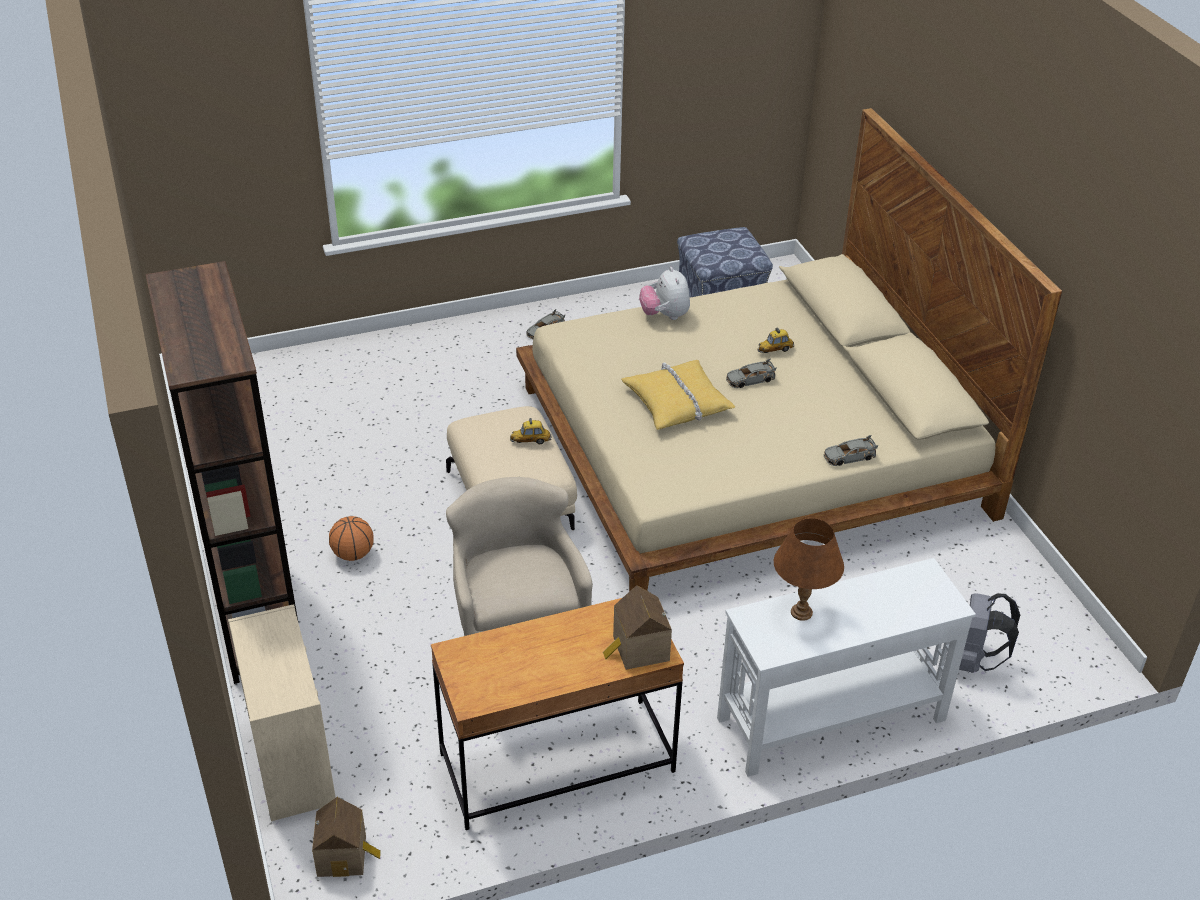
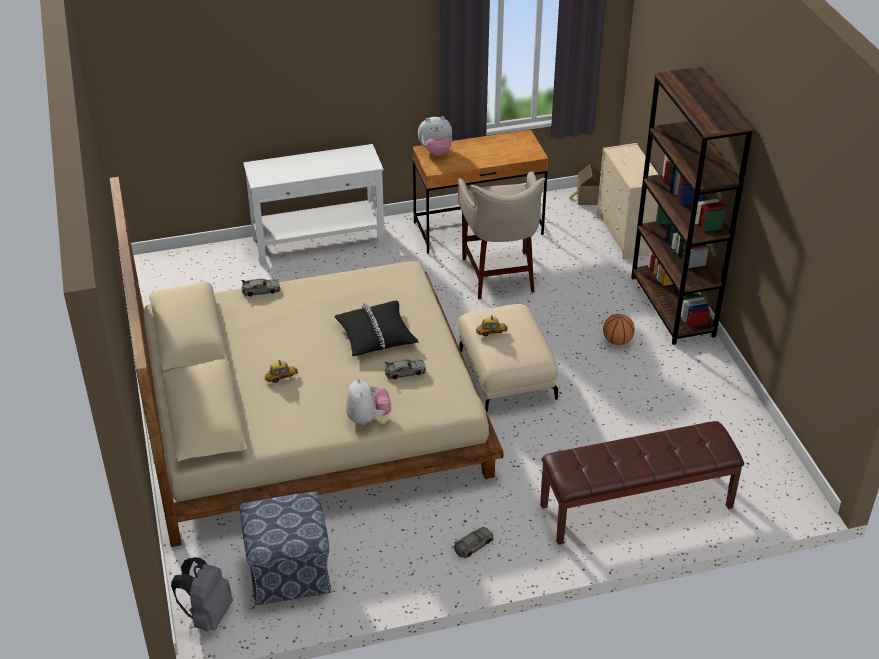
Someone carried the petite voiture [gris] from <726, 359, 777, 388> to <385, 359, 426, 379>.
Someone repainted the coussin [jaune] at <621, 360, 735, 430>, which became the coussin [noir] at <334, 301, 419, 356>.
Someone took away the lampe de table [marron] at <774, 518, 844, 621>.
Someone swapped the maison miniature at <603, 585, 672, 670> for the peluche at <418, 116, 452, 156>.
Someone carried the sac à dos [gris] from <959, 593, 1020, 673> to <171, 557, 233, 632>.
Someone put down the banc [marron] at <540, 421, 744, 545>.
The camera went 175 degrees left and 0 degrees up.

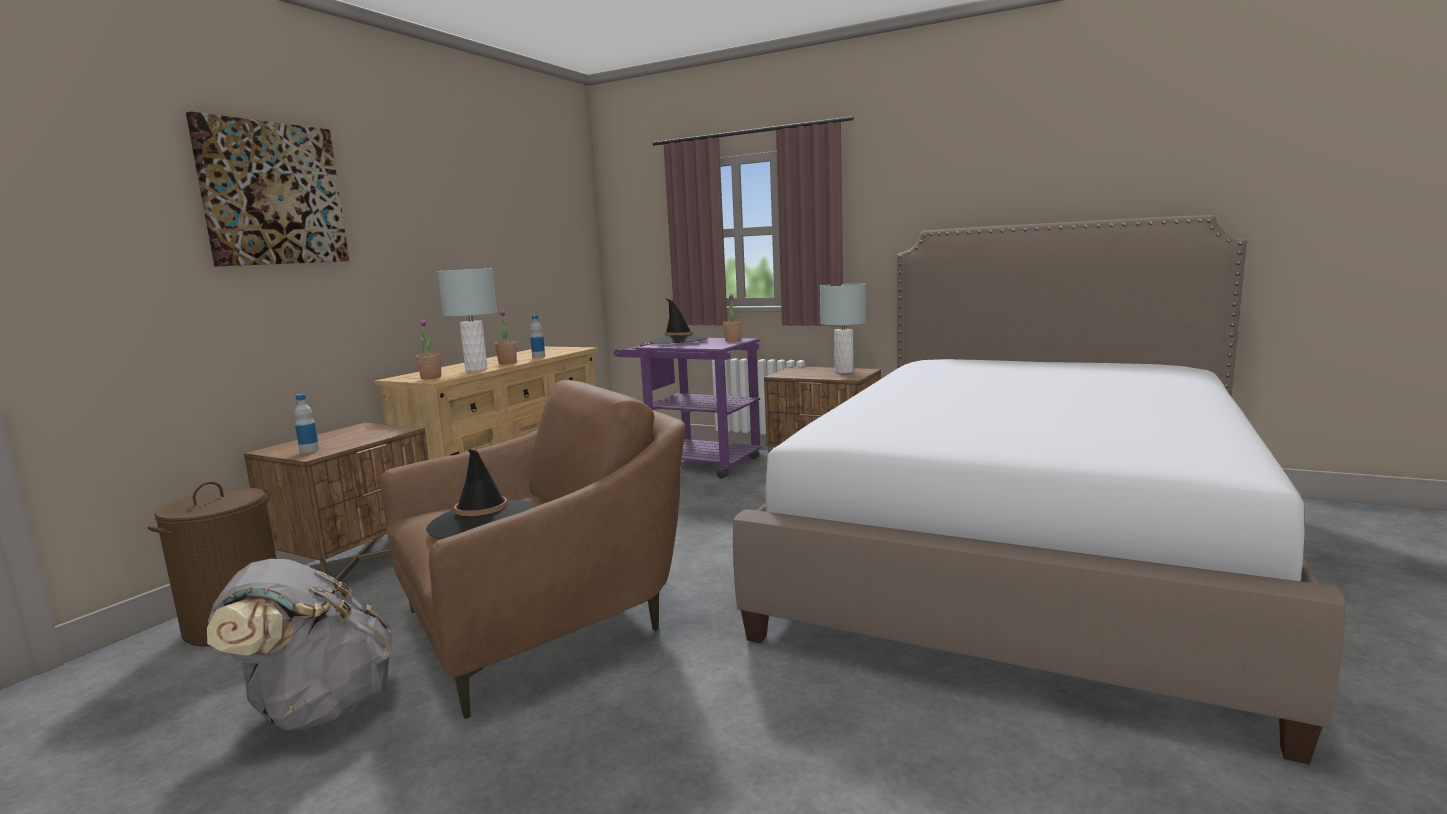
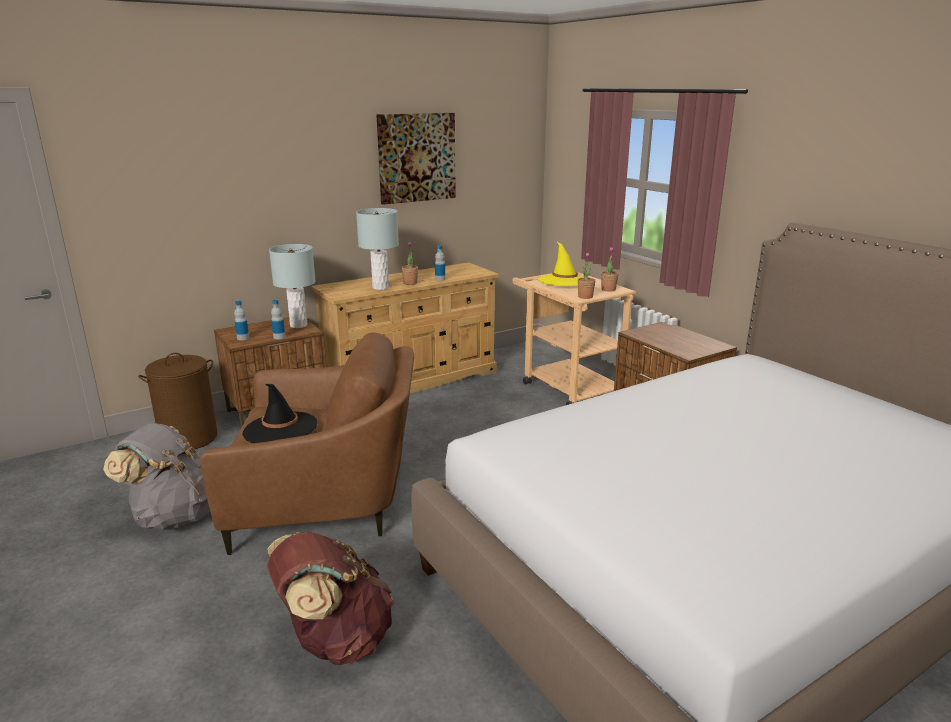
Someone carried the tableau from <186, 112, 349, 267> to <376, 113, 456, 205>.
Someone carried the lampe de table [gris] from <820, 283, 866, 373> to <269, 244, 316, 328>.
Someone repainted the chapeau [noir] at <650, 298, 708, 344>, which became the chapeau [jaune] at <538, 242, 583, 286>.
Someone carried the plante en pot from <416, 319, 441, 379> to <578, 253, 596, 299>.
Someone repainted the chariot [violet] at <614, 338, 762, 479>, which became the chariot [beige] at <513, 273, 636, 405>.
Someone put down the bouteille at <271, 300, 285, 339>.
Someone put down the sac à dos [marron] at <267, 532, 394, 665>.
The camera went 30 degrees right and 10 degrees up.

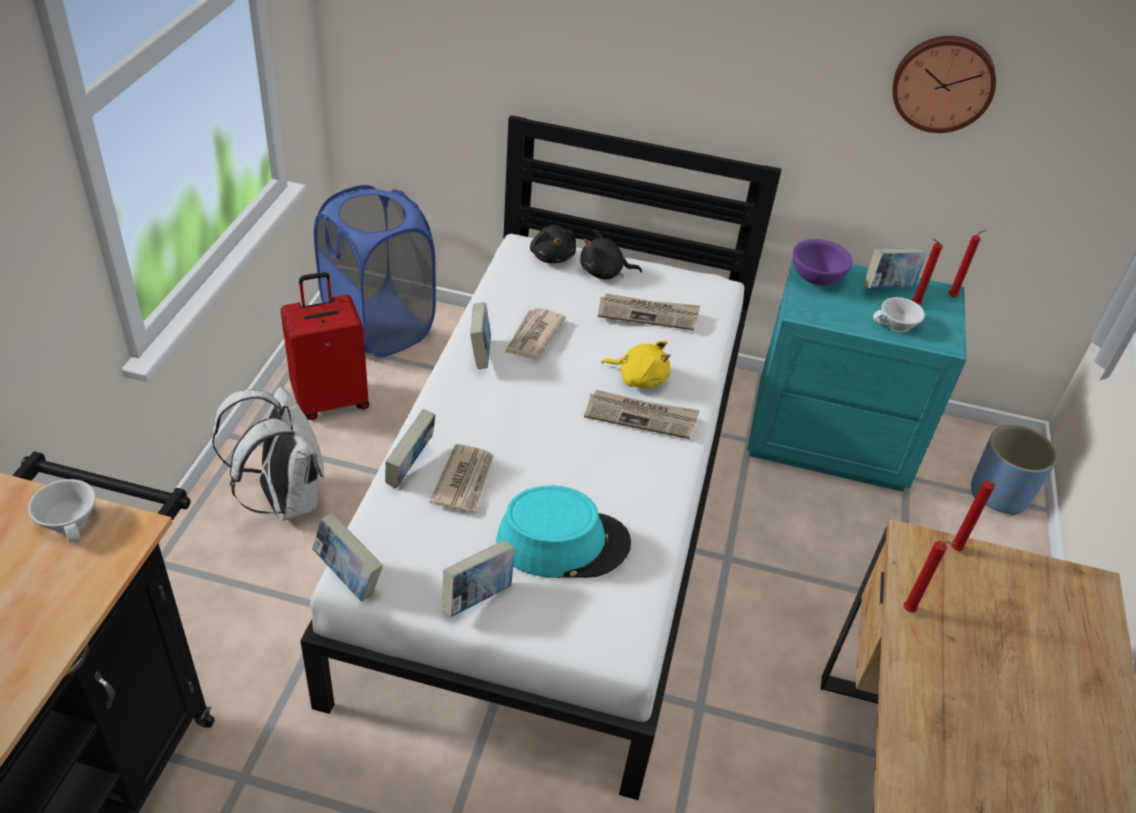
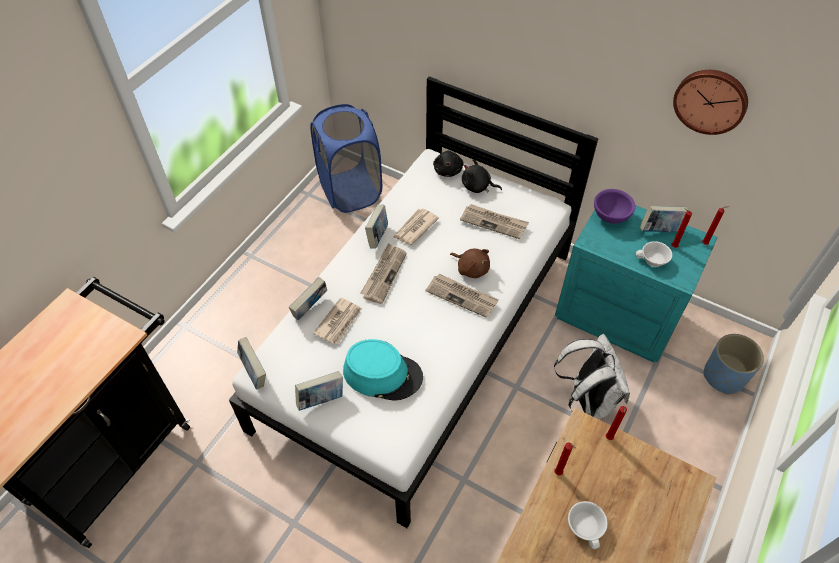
Someone took away the valise [rouge] at <280, 272, 369, 420>.
Someone repainted the peluche [jaune] at <601, 341, 671, 388>, which became the peluche [marron] at <450, 249, 490, 278>.
Someone carried the sac à dos [blanc] from <212, 387, 324, 521> to <554, 334, 630, 419>.
Someone carried the tasse [blanc] from <28, 479, 96, 543> to <568, 501, 608, 549>.
Someone put down the journal at <361, 243, 407, 304>.
The camera went 20 degrees right and 10 degrees up.

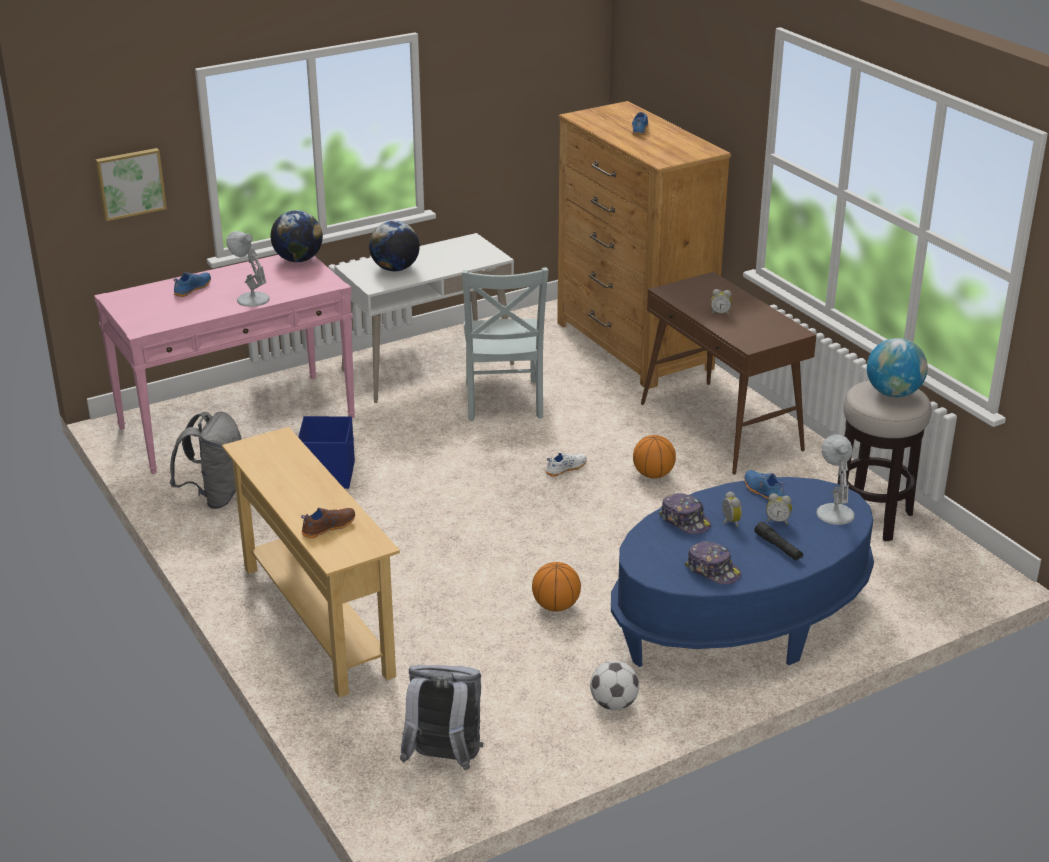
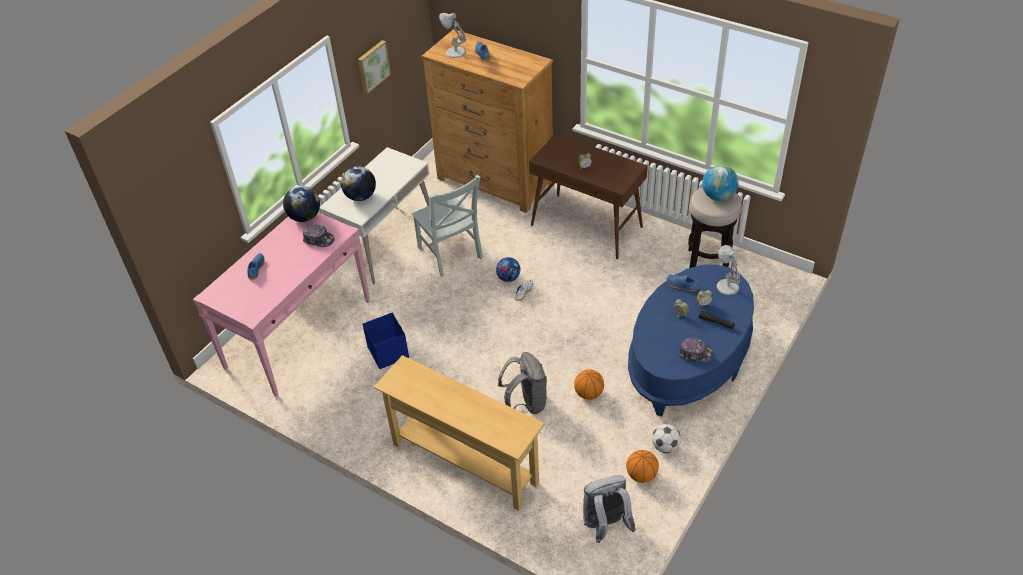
Someone carried the tableau from <95, 148, 167, 221> to <358, 40, 391, 94>.
Someone carried the lampe de table [blanc] from <226, 231, 270, 307> to <439, 13, 466, 58>.
Someone carried the sac à dos [gris] from <170, 411, 242, 509> to <498, 352, 547, 414>.
Someone carried the ballon de basket from <633, 435, 676, 479> to <626, 450, 659, 483>.
Someone carried the casquette from <659, 493, 711, 534> to <303, 224, 335, 247>.
Someone took away the chaussure [marron] at <301, 508, 355, 538>.
Someone put down the ballon de foot at <496, 257, 520, 282>.
The camera went 25 degrees left and 15 degrees up.

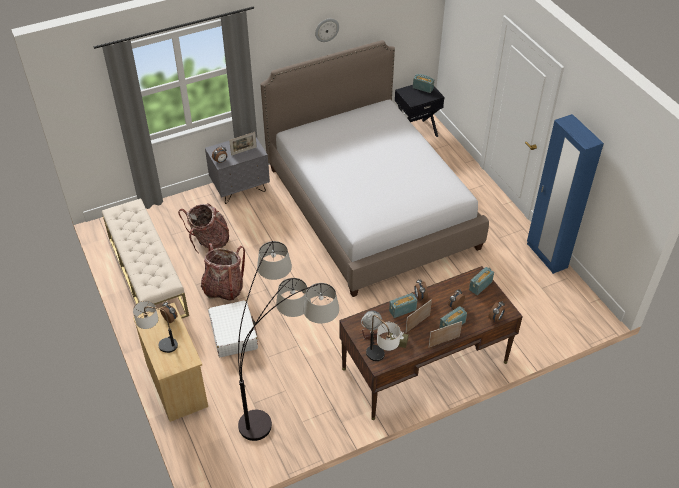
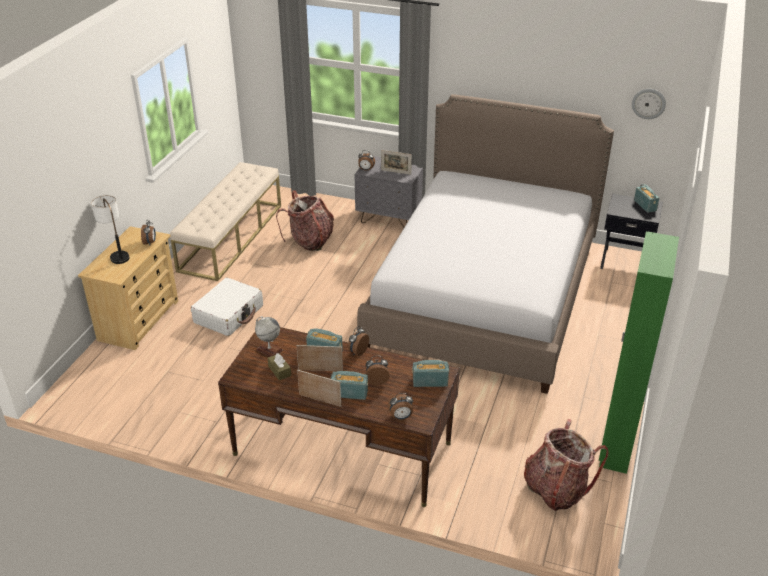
Someone carried the horloge murale from <315, 19, 339, 42> to <632, 89, 666, 119>.
Someone repainted the armoire [bleu] at <527, 114, 604, 274>, which became the armoire [vert] at <599, 232, 679, 474>.
Someone took away the lampadaire at <238, 241, 339, 441>.
Someone carried the sac à dos from <201, 243, 245, 301> to <524, 419, 608, 511>.
Someone took away the lampe de table at <366, 315, 401, 361>.
The camera went 45 degrees right and 10 degrees down.

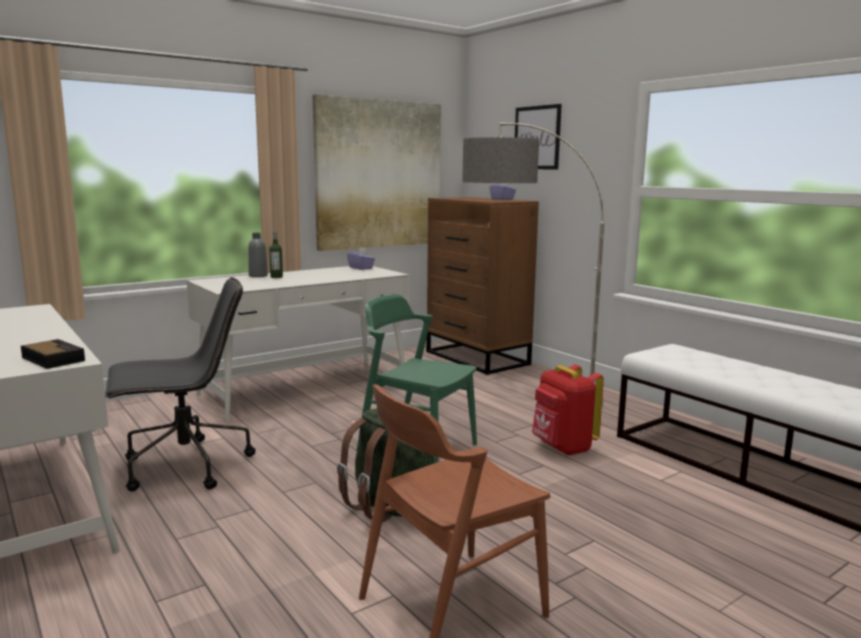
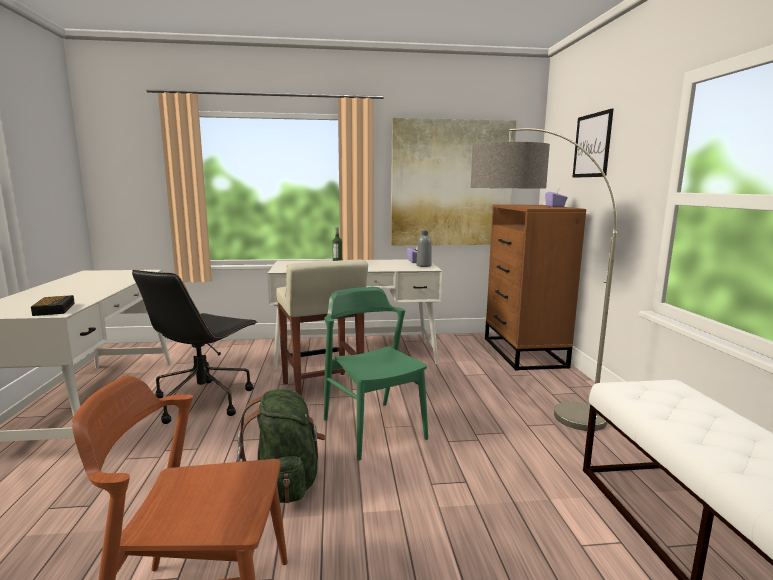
Someone carried the bouteille [gris] from <248, 233, 268, 277> to <417, 231, 432, 267>.
Someone rotated the chaise de bureau [noir] at <105, 277, 256, 492> by 105 degrees clockwise.
Someone took away the sac à dos [rouge] at <532, 364, 604, 456>.
Someone put down the tabouret [beige] at <276, 259, 368, 396>.
The camera went 30 degrees right and 0 degrees up.

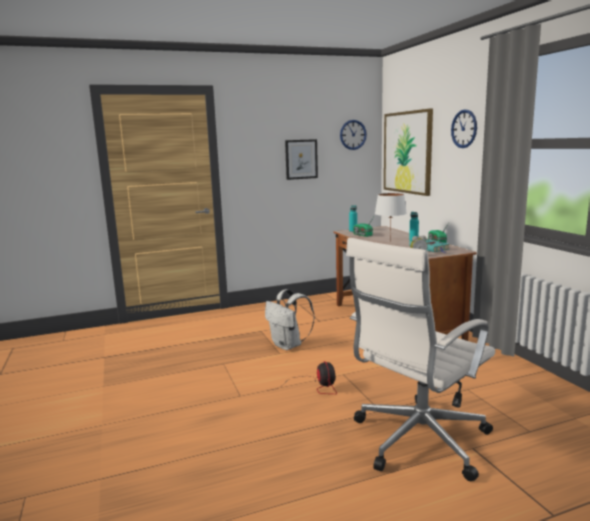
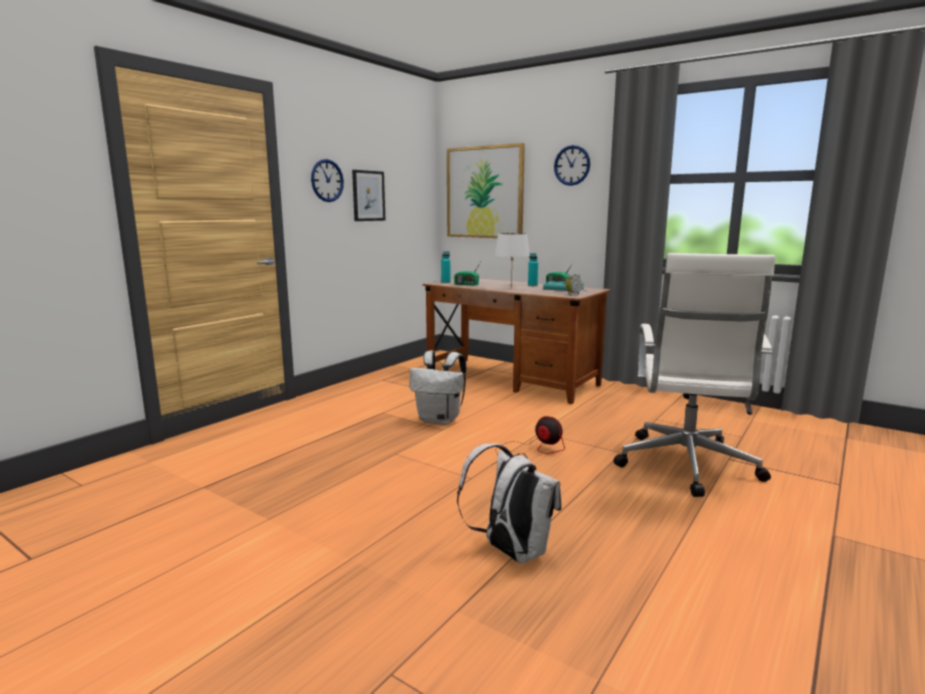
Someone carried the horloge murale from <340, 120, 367, 150> to <311, 159, 344, 202>.
Someone put down the sac à dos [blanc] at <457, 443, 562, 564>.
The camera went 35 degrees left and 0 degrees up.

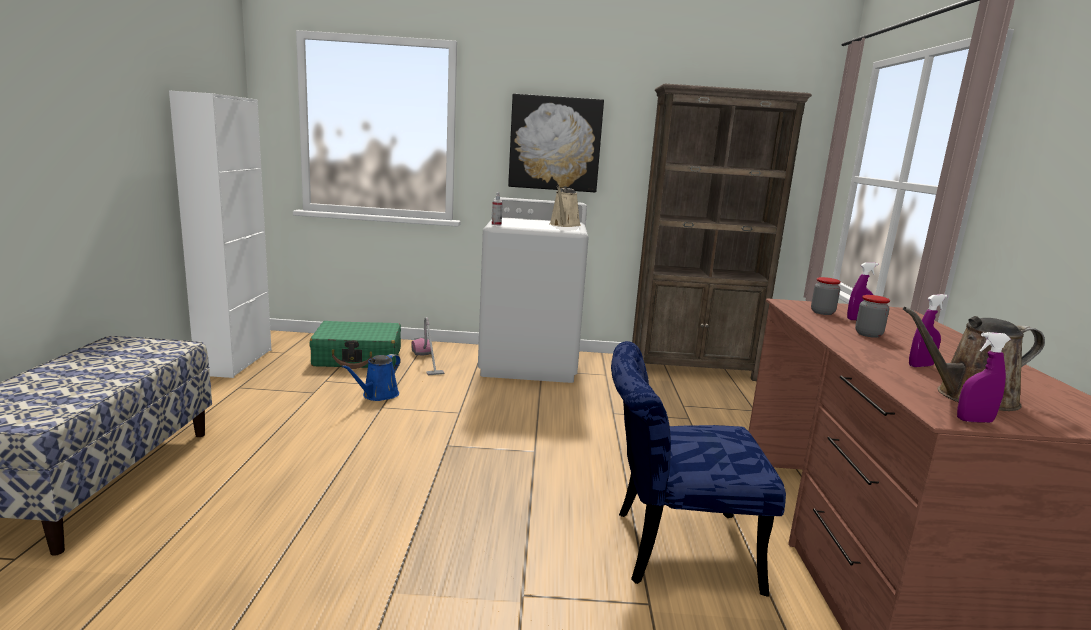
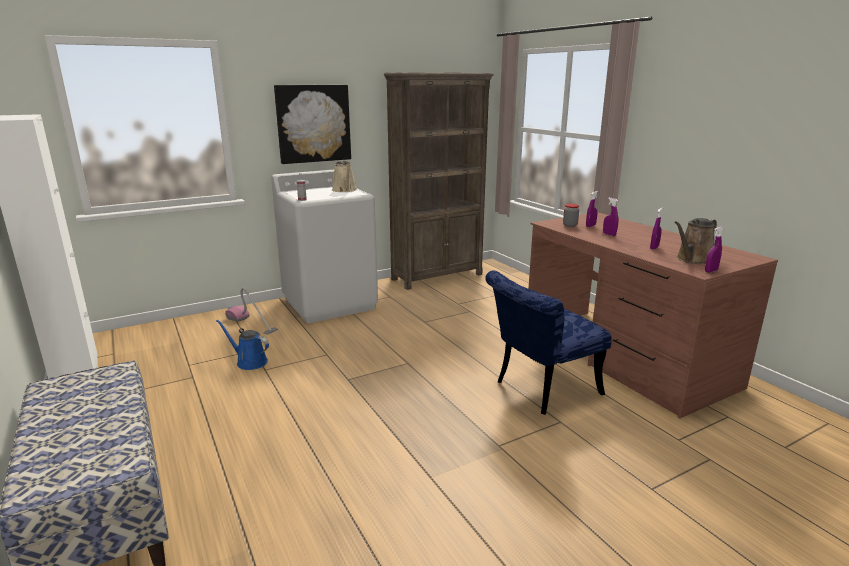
Someone swapped the bocal at <855, 295, 890, 338> for the vaporisateur [violet] at <603, 198, 618, 236>.
Someone took away the valise [vert] at <309, 321, 401, 369>.
Someone rotated the arrosoir [bleu] at <342, 354, 401, 401> by 120 degrees clockwise.
The camera went 30 degrees left and 5 degrees up.

